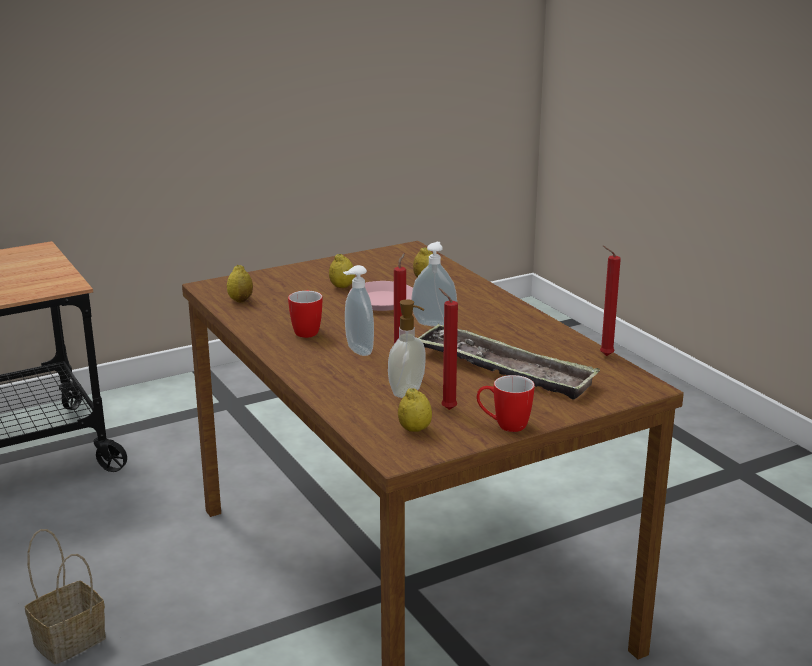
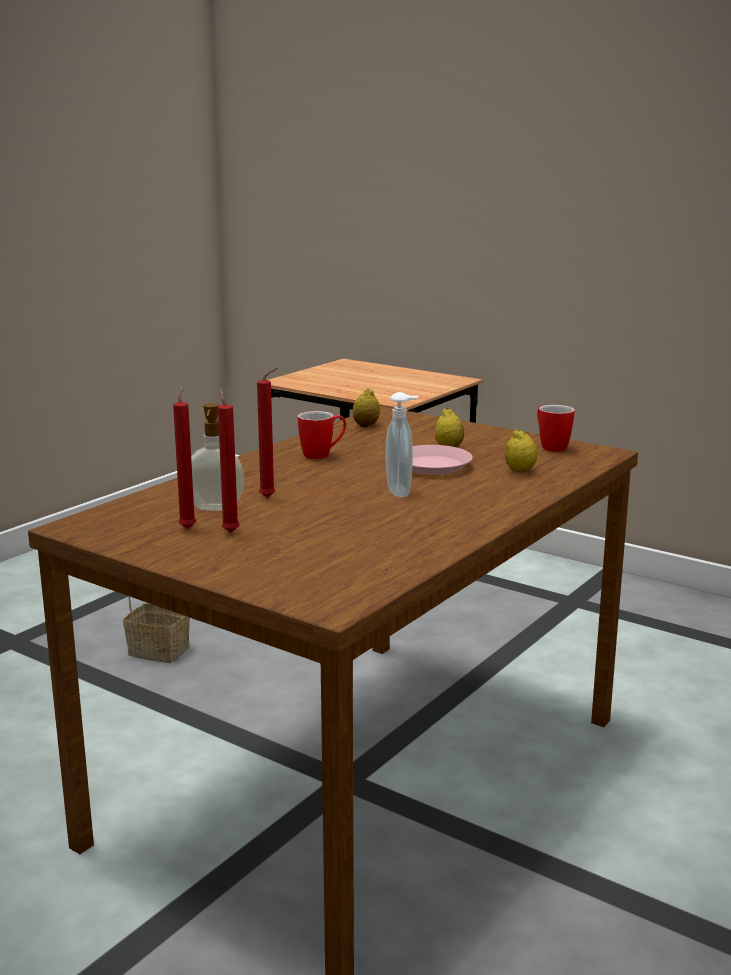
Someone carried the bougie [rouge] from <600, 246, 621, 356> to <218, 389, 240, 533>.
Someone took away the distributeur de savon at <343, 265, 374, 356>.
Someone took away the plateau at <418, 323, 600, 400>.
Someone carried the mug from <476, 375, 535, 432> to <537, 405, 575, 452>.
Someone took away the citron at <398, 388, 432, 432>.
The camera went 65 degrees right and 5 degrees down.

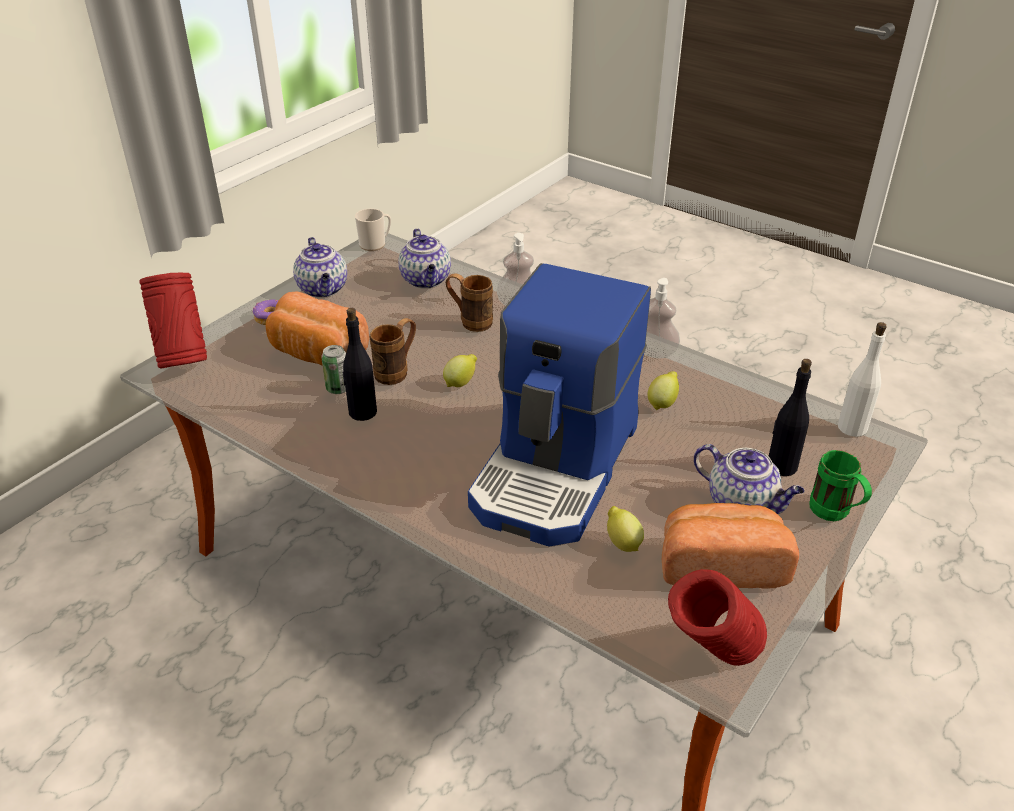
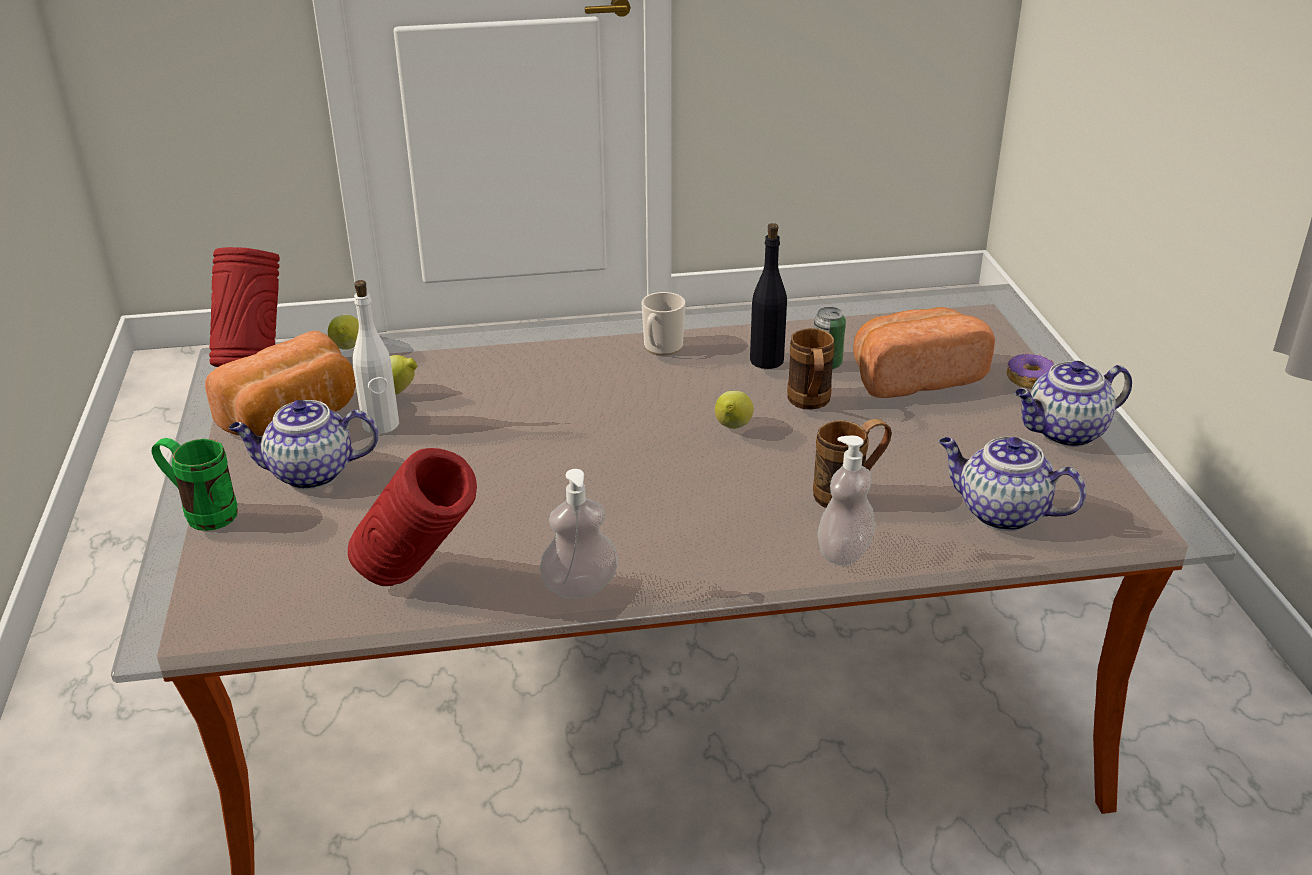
Someone carried the mug from <355, 208, 391, 251> to <642, 292, 685, 356>.
Someone rotated the théière at <293, 237, 347, 298> by 45 degrees counterclockwise.
Someone took away the machine à café at <468, 263, 651, 546>.
Someone carried the vase [rouge] from <139, 273, 207, 369> to <348, 448, 477, 586>.
Someone carried the bouteille [blanc] from <838, 322, 887, 437> to <353, 280, 399, 434>.
Someone took away the bouteille [noir] at <768, 359, 812, 476>.
Someone carried the citron from <648, 371, 679, 410> to <328, 315, 359, 350>.
The camera went 135 degrees right and 5 degrees down.

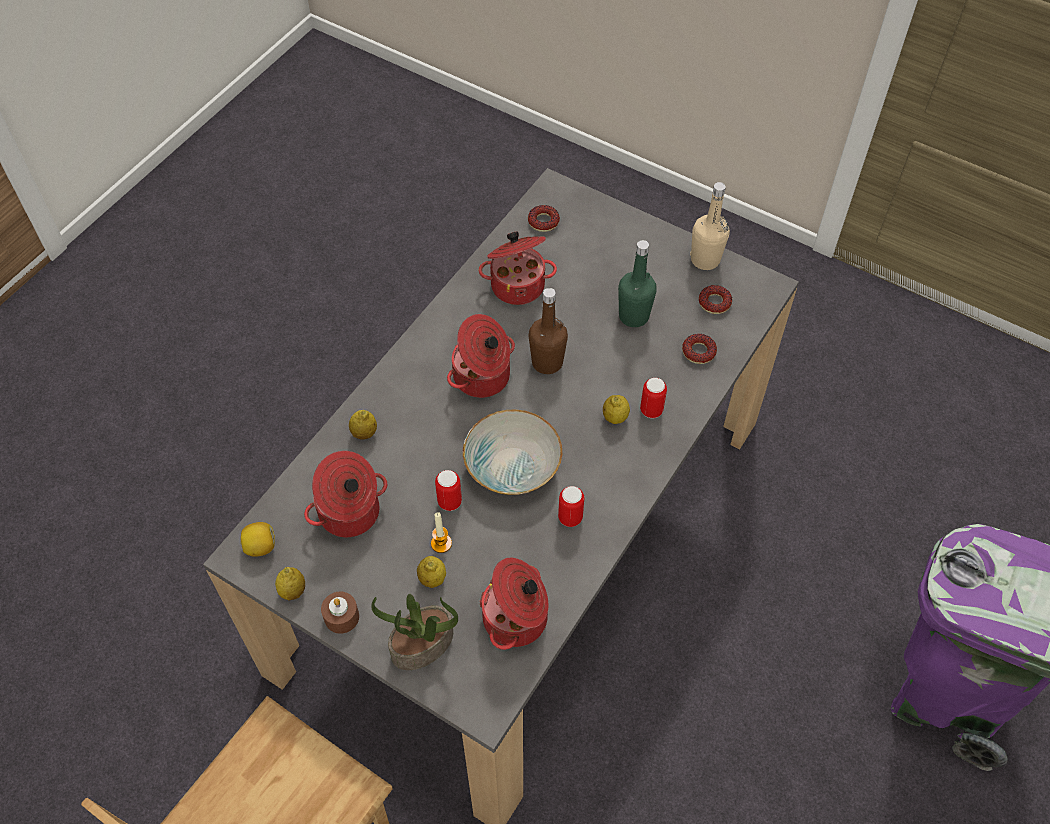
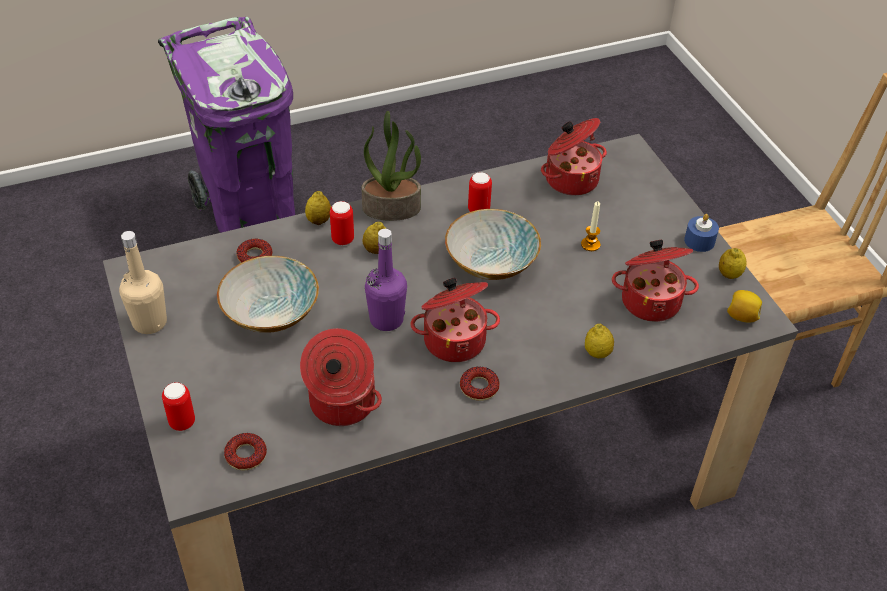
Someone swapped the bouteille [vert] at <618, 240, 657, 327> for the bol at <217, 256, 319, 333>.
Someone carried the beignet from <699, 285, 732, 314> to <460, 367, 500, 401>.
Someone repainted the bouteille [marron] at <529, 288, 568, 374>, which became the bouteille [violet] at <365, 229, 407, 331>.
Someone carried the boîte métallique from <435, 470, 462, 511> to <162, 382, 195, 431>.
Someone carried the citron from <417, 556, 446, 588> to <305, 191, 331, 225>.
Someone repainted the bougie [marron] at <321, 591, 359, 634>, which became the bougie [bleu] at <684, 214, 719, 252>.
Someone carried the plante en pot from <371, 594, 458, 670> to <361, 111, 421, 221>.
The camera went 145 degrees left and 10 degrees down.

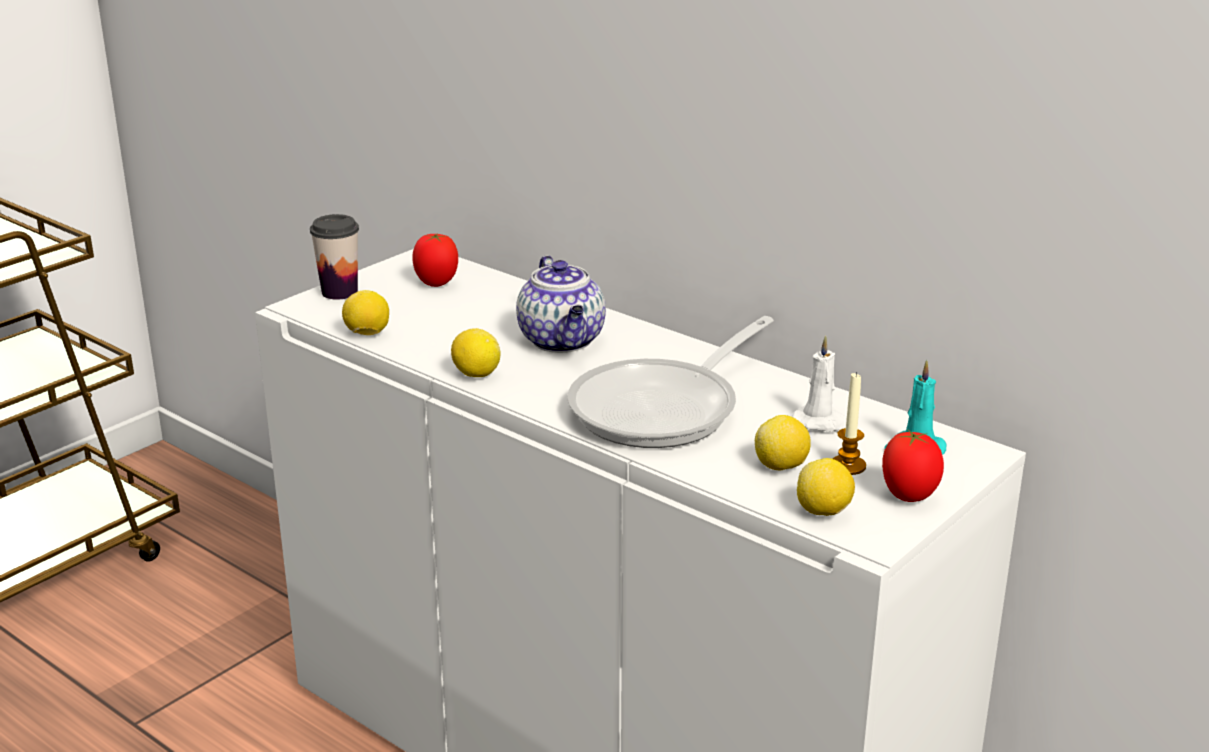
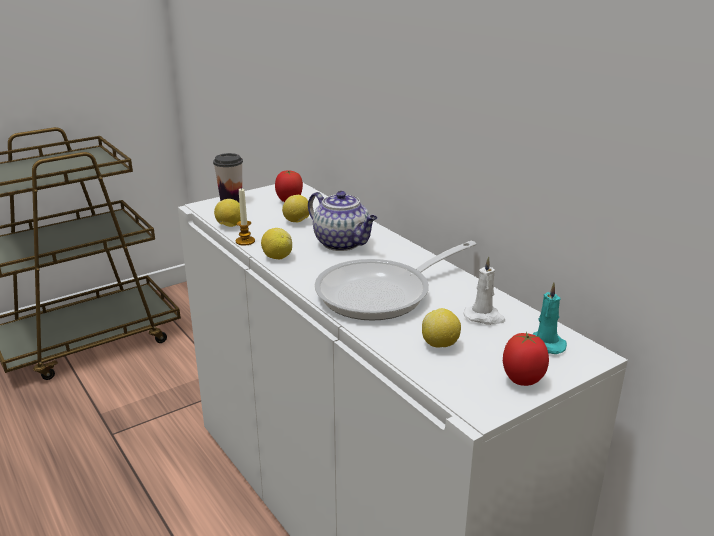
Someone rotated the théière at <516, 255, 606, 353> by 45 degrees counterclockwise.
Someone carried the bougie from <832, 372, 866, 475> to <236, 187, 255, 246>.
Someone carried the citron from <797, 458, 855, 516> to <282, 195, 309, 222>.
The camera went 15 degrees right and 0 degrees up.

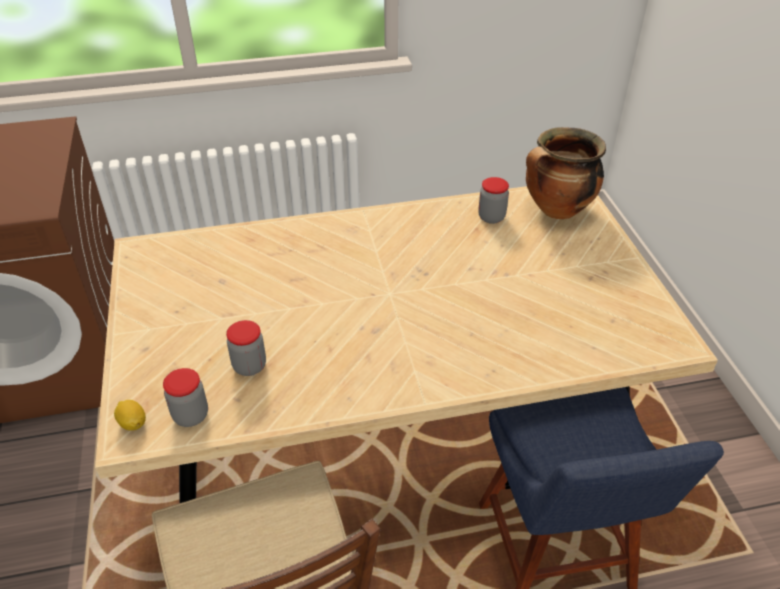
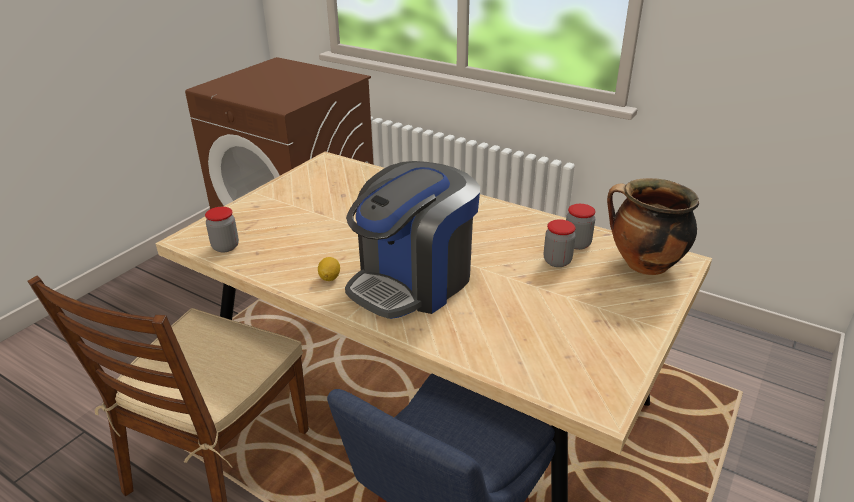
Someone carried the bocal from <226, 320, 266, 376> to <544, 219, 576, 267>.
Someone carried the citron from <114, 400, 146, 431> to <318, 257, 340, 281>.
Someone put down the machine à café at <345, 161, 480, 319>.
The camera went 45 degrees right and 10 degrees down.

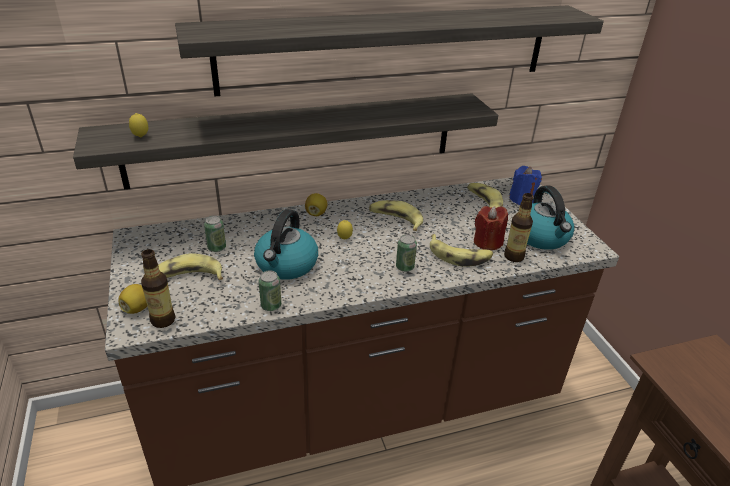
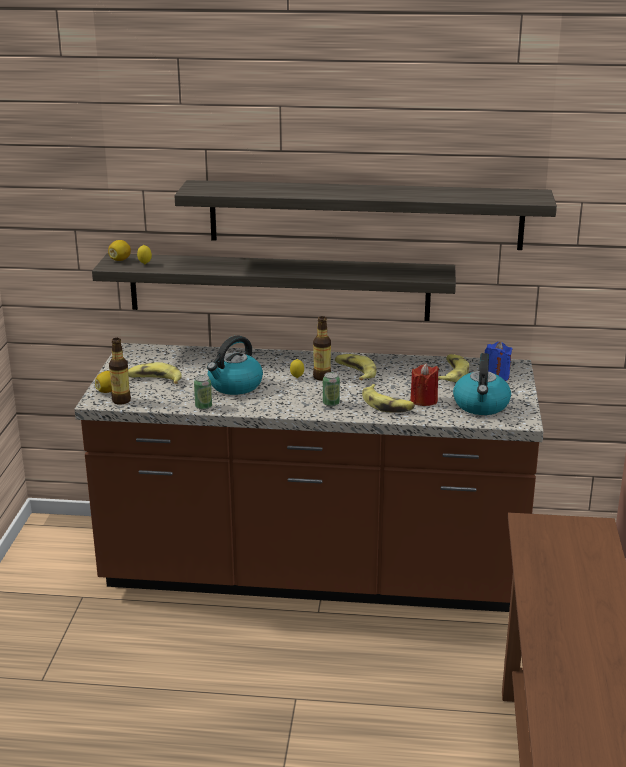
Someone carried the citron from <305, 193, 328, 216> to <108, 240, 131, 261>.
Someone carried the bouteille from <504, 193, 534, 262> to <313, 316, 331, 381>.
Someone took away the boîte métallique at <204, 215, 226, 252>.
The camera went 25 degrees right and 10 degrees down.

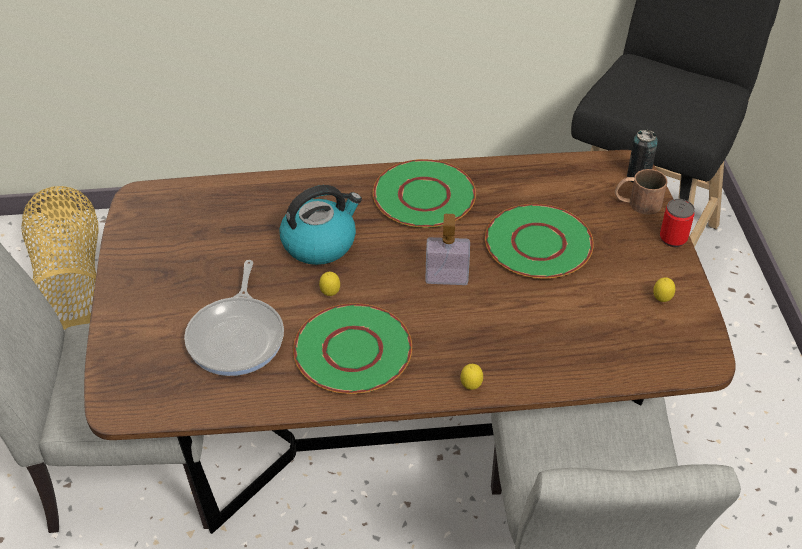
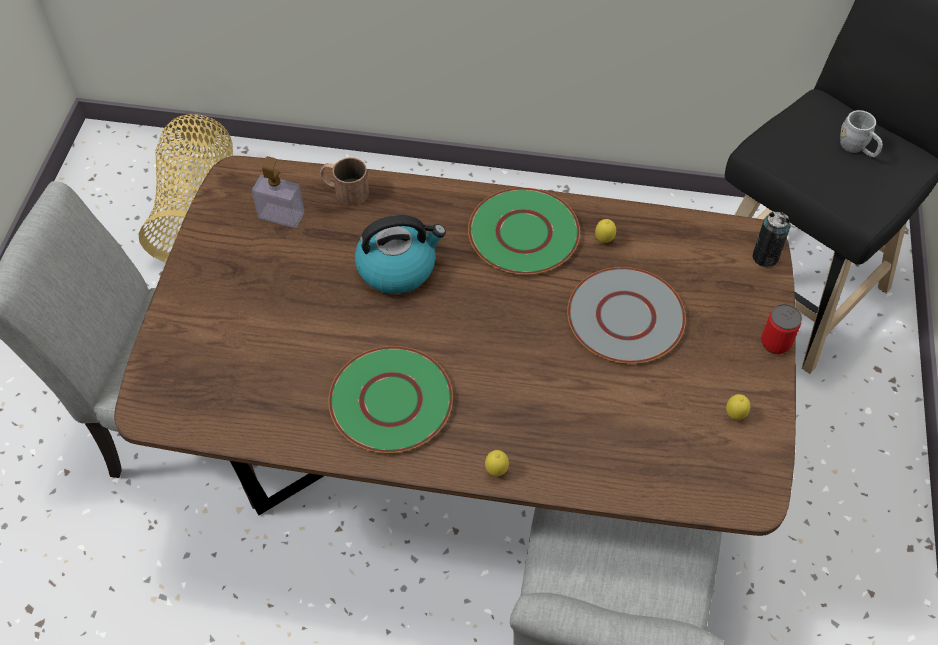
Someone carried the mug [marron] from <615, 169, 667, 215> to <320, 158, 369, 205>.
Someone repainted the assiette [vert] at <485, 204, 594, 279>, which became the assiette [gris] at <567, 267, 686, 364>.
Someone carried the distributeur de savon from <425, 214, 470, 285> to <252, 156, 304, 228>.
Someone took away the poêle at <184, 260, 284, 376>.
Someone carried the citron from <319, 272, 340, 296> to <595, 219, 616, 243>.
Someone put down the mug [gris] at <840, 110, 883, 157>.
The camera went 15 degrees right and 10 degrees up.

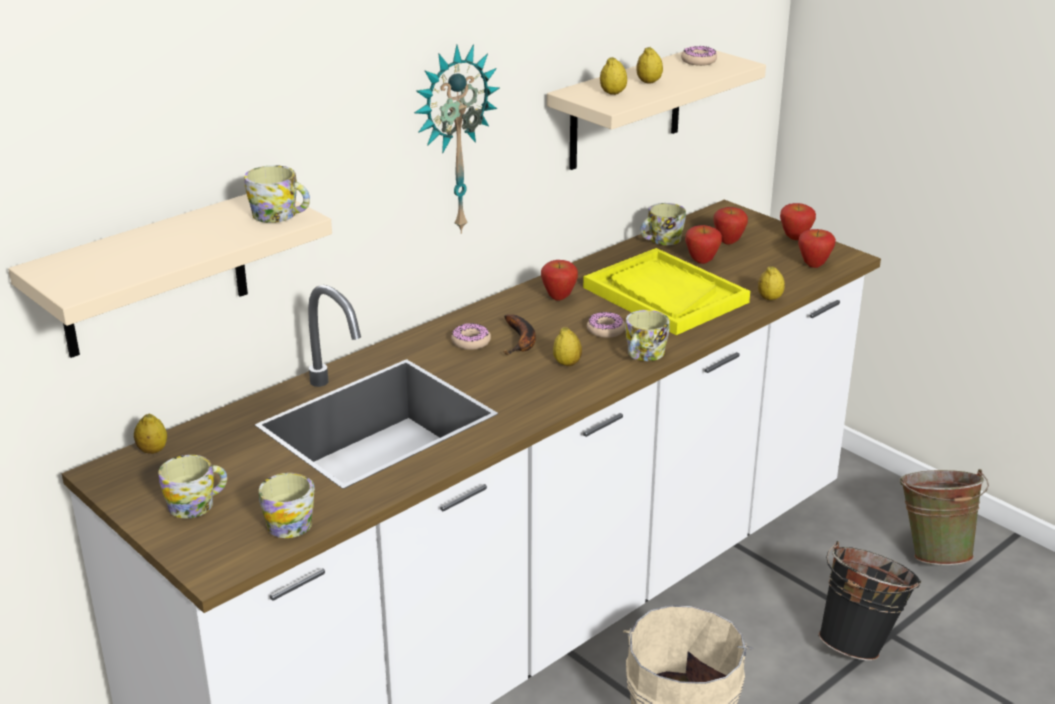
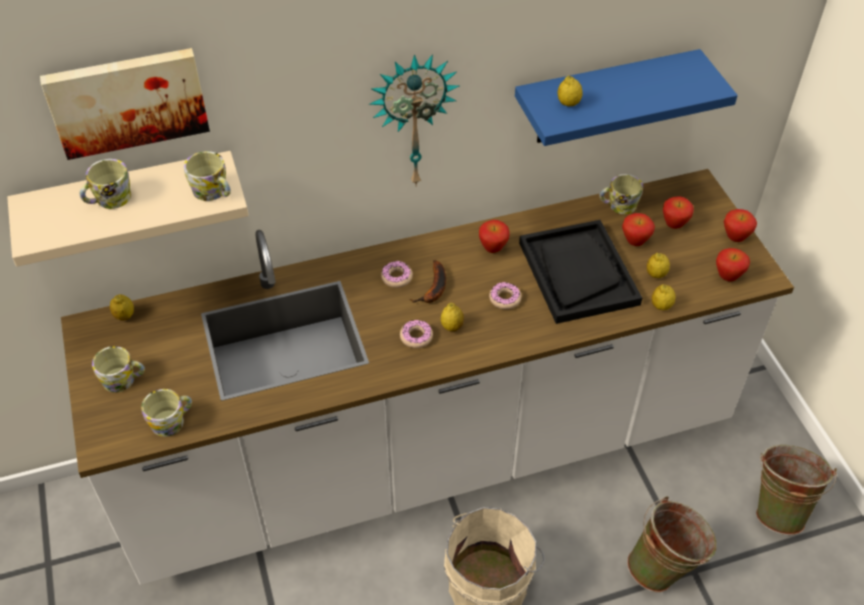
Someone carried the beignet from <681, 46, 717, 66> to <400, 320, 433, 348>.
Someone carried the citron from <636, 47, 663, 84> to <647, 253, 670, 278>.
Someone repainted the étagère [beige] at <547, 50, 766, 170>, which became the étagère [bleu] at <515, 49, 738, 146>.
Someone repainted the plateau [jaune] at <583, 248, 750, 335>, which became the plateau [noir] at <519, 220, 642, 324>.
Someone carried the mug from <625, 310, 670, 361> to <80, 159, 131, 209>.
Someone repainted the seau [noir] at <818, 541, 921, 661>, which became the seau [vert] at <627, 496, 716, 592>.
Someone put up the tableau at <40, 48, 210, 160>.
The camera went 25 degrees right and 20 degrees up.

